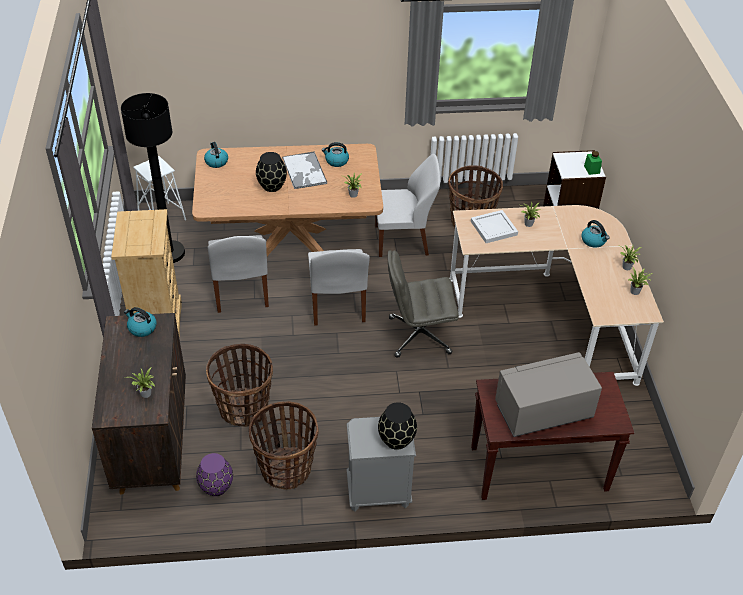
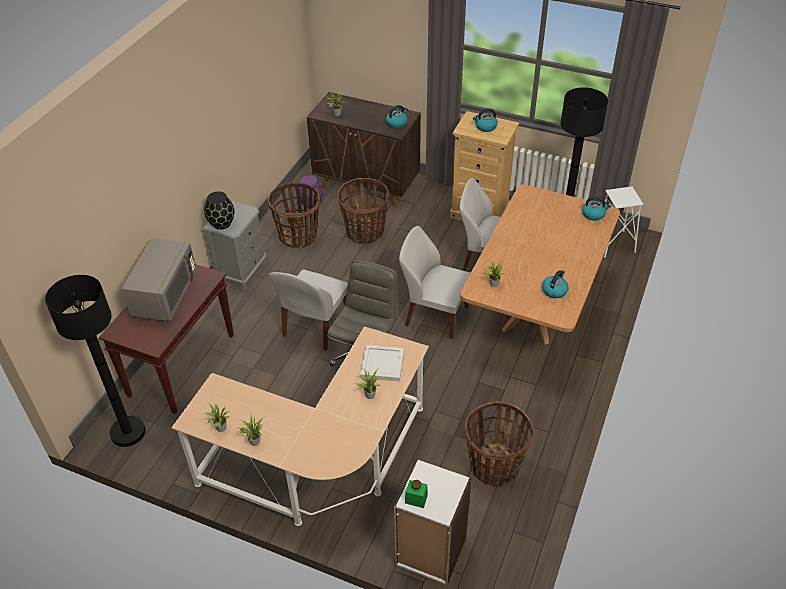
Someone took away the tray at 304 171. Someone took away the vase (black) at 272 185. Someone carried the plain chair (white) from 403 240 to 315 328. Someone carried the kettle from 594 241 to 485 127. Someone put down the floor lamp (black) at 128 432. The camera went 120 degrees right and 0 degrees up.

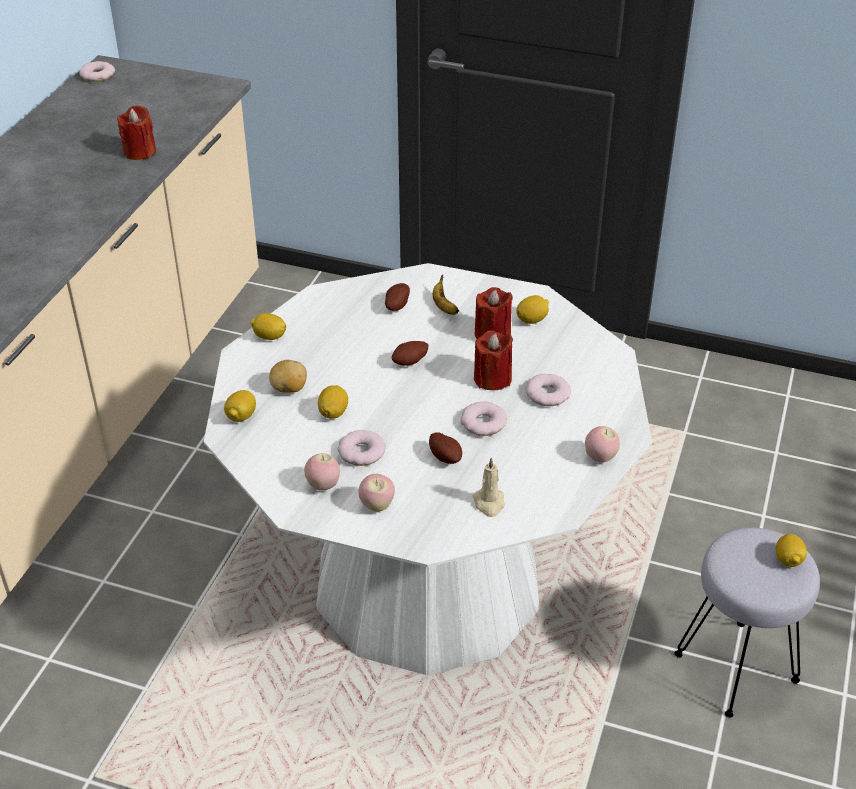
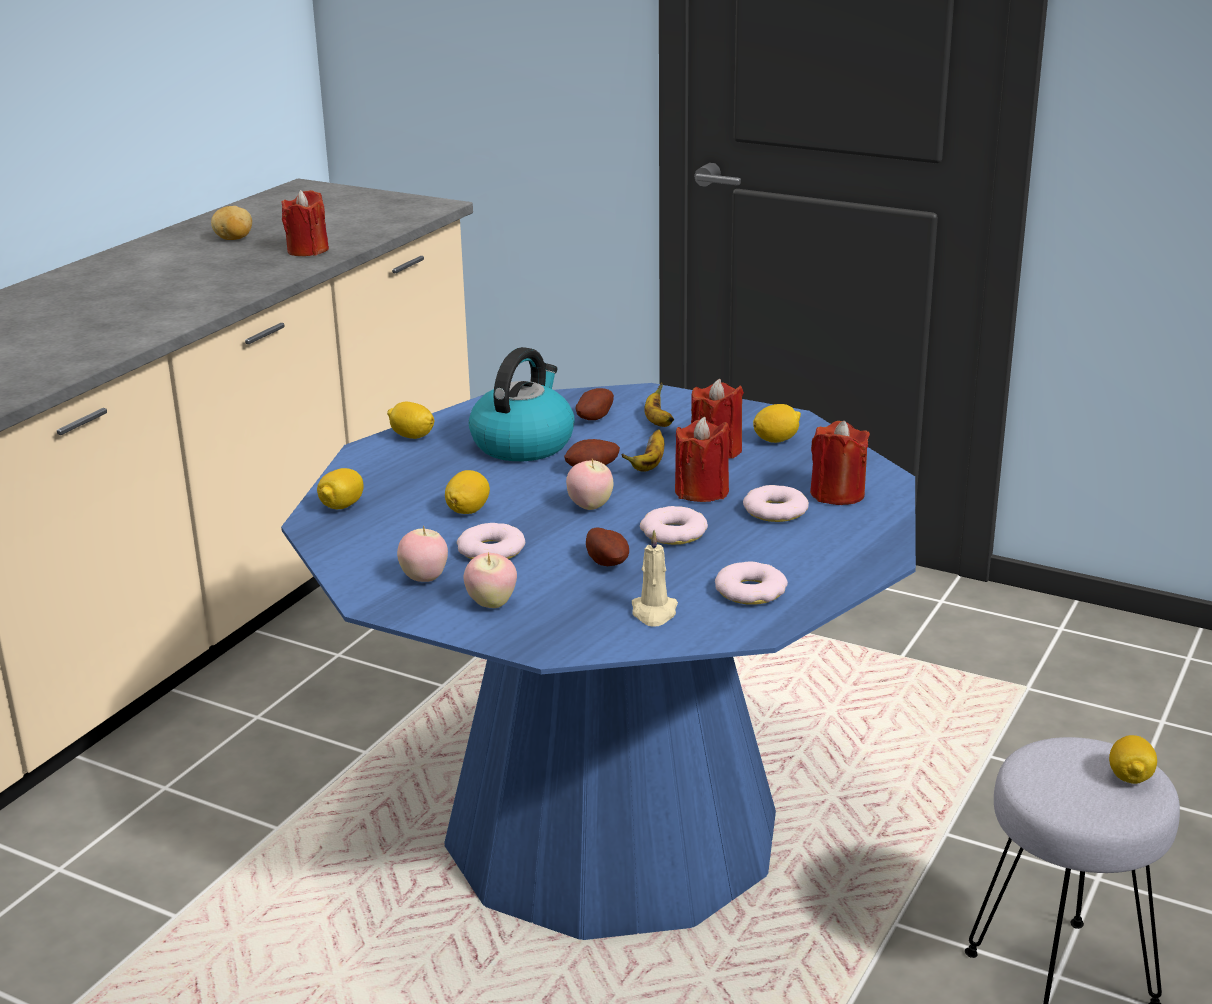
Someone carried the donut from 98 75 to 750 591. Someone repainted the dining table (white) at 427 583, which became the dining table (bluish) at 611 830. Someone carried the spud from 289 389 to 233 239. Someone carried the apple from 600 457 to 590 506. Someone put down the kettle at 523 443. Someone put down the wax candle (red) at 837 494. Someone put down the banana at 649 465. The camera went 10 degrees right and 15 degrees down.

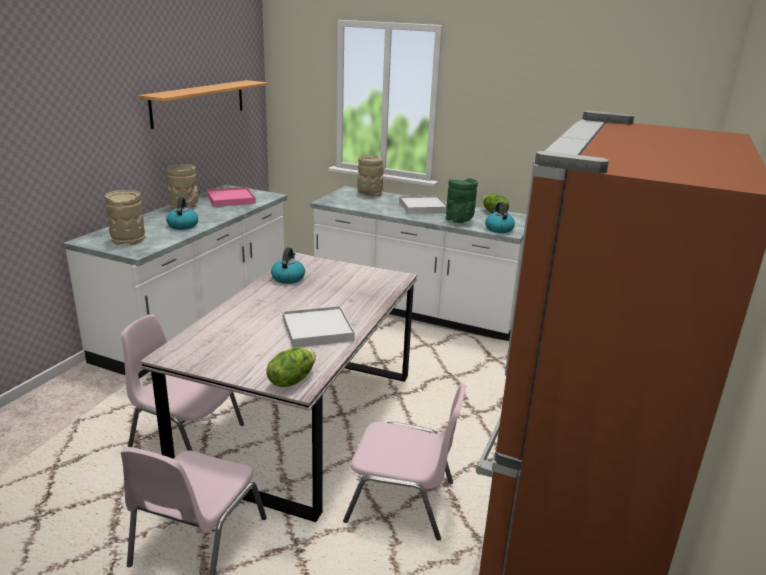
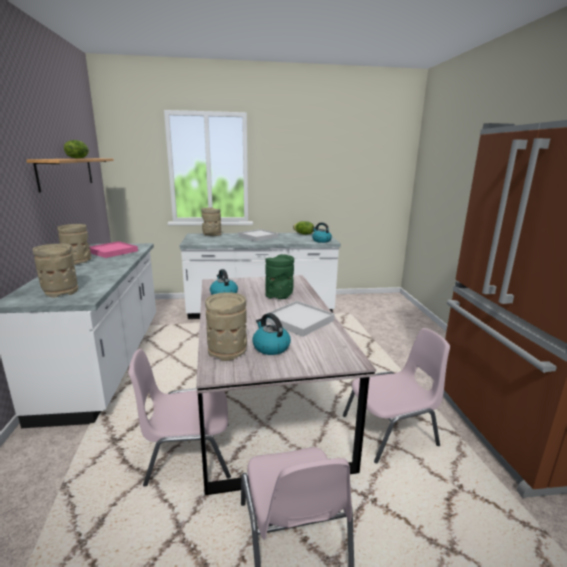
Someone carried the vase (green-coloured) from 459 220 to 279 296. Someone carried the kettle from 183 225 to 270 347. Someone carried the lettuce head from 291 380 to 78 158. Someone put down the vase (beige-coloured) at 228 350. The camera went 30 degrees left and 5 degrees down.

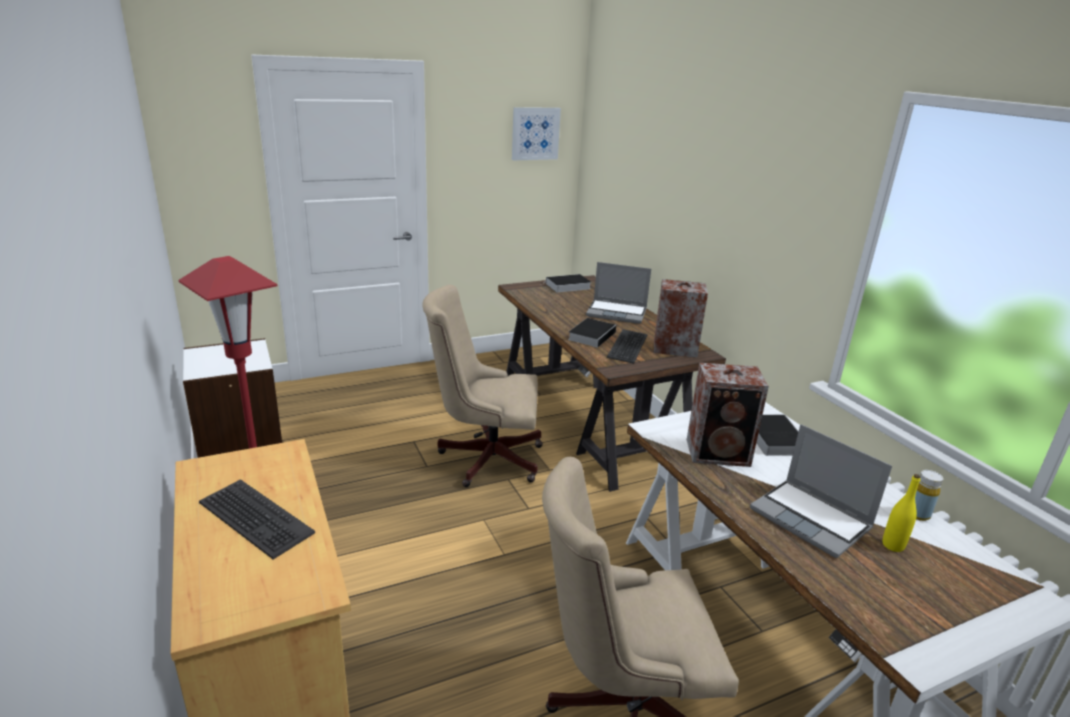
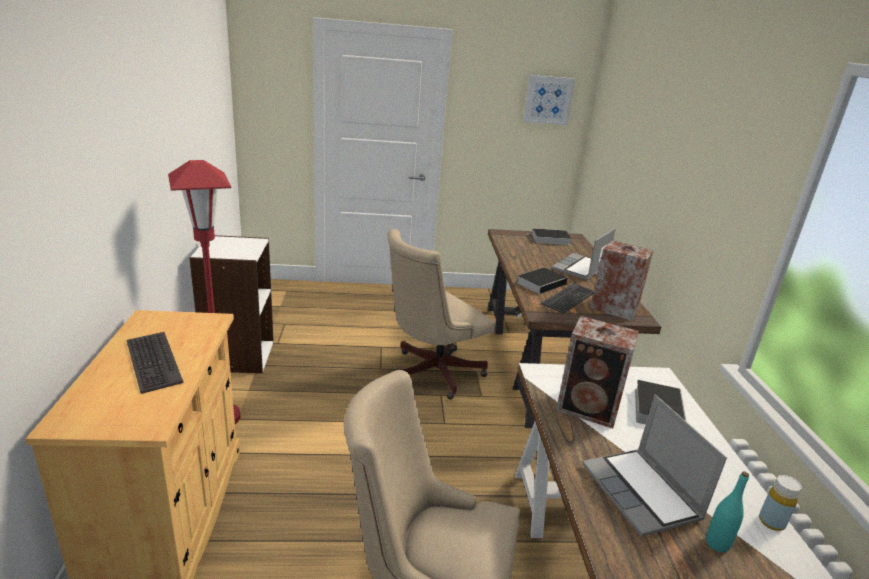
Someone rotated the laptop at 617 313 by 90 degrees clockwise. Someone rotated the computer chair (beige-coloured) at 484 457 by 60 degrees counterclockwise. Someone repainted the drink bottle (yellow-coloured) at 893 545, which became the drink bottle (blue-green) at 717 544. The camera went 20 degrees right and 0 degrees up.

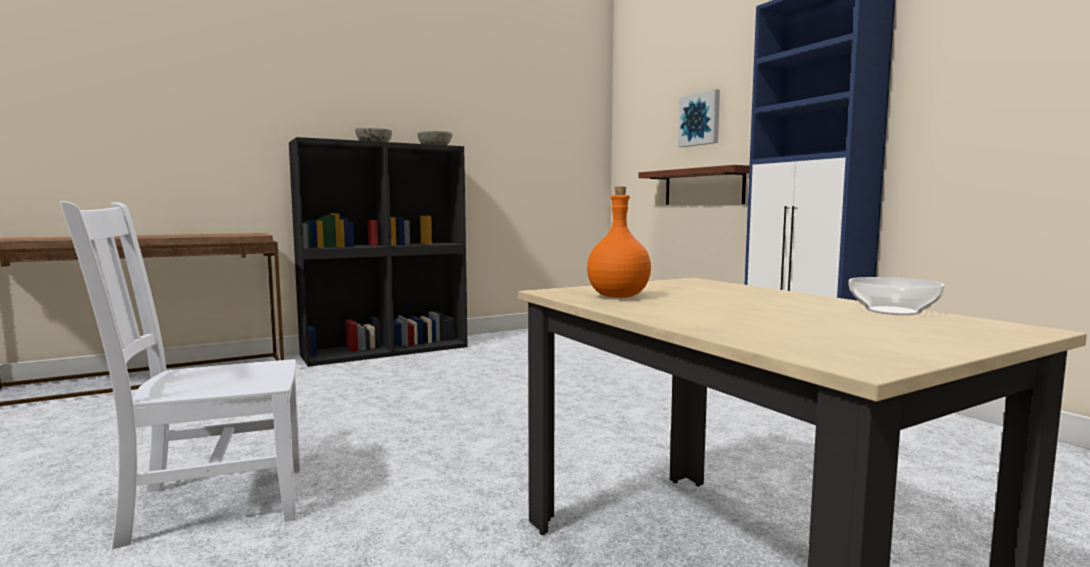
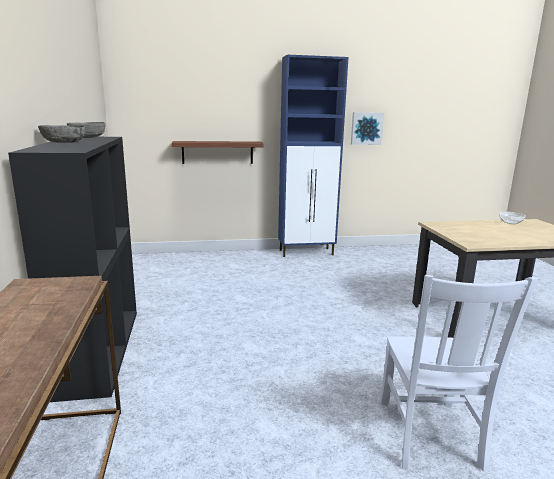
Someone carried the wall art from 700 119 to 366 128. Someone took away the drink bottle (orangey) at 619 296. The camera went 70 degrees left and 10 degrees up.

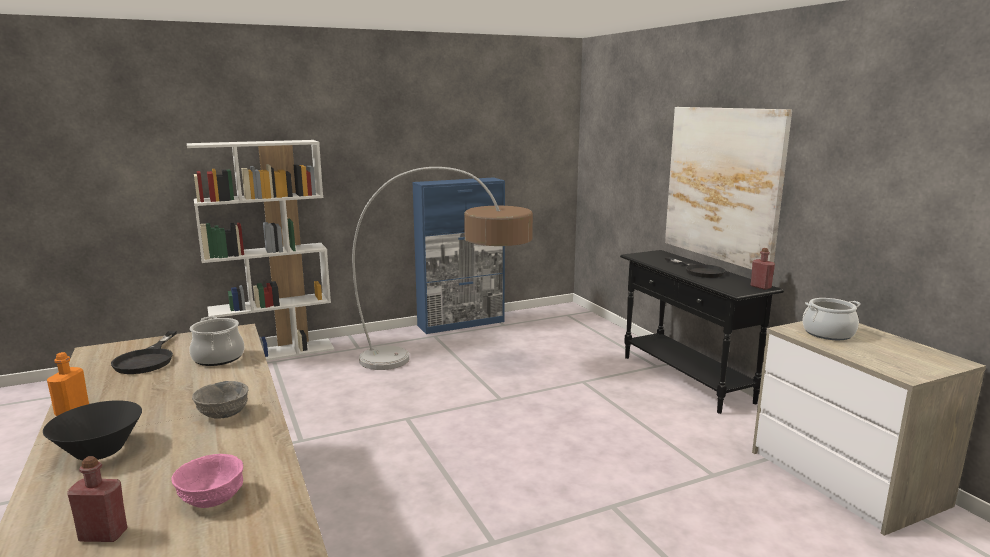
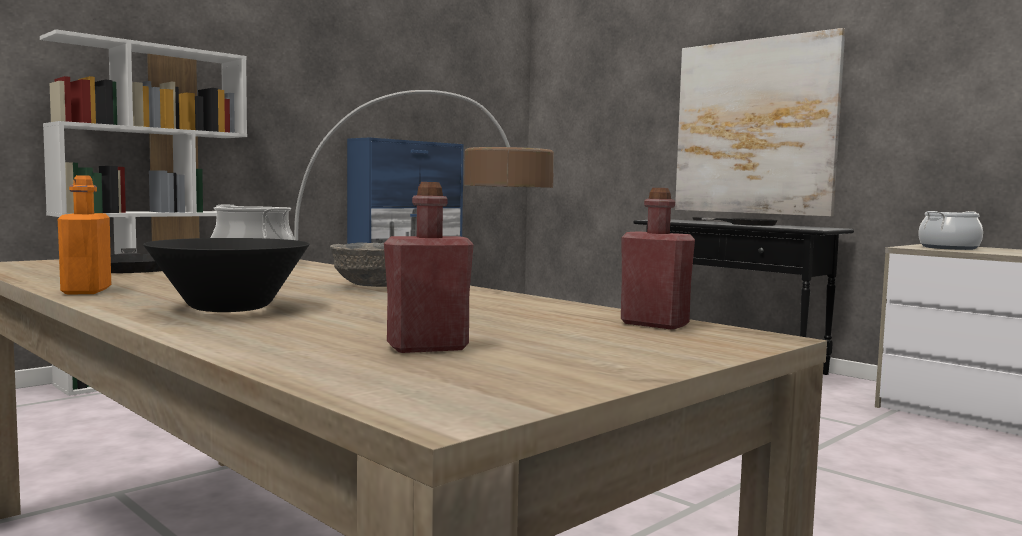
Someone carried the drink bottle (red) from 760 287 to 654 324. Someone took away the serving bowl (pink) at 213 498. The camera went 20 degrees left and 10 degrees down.

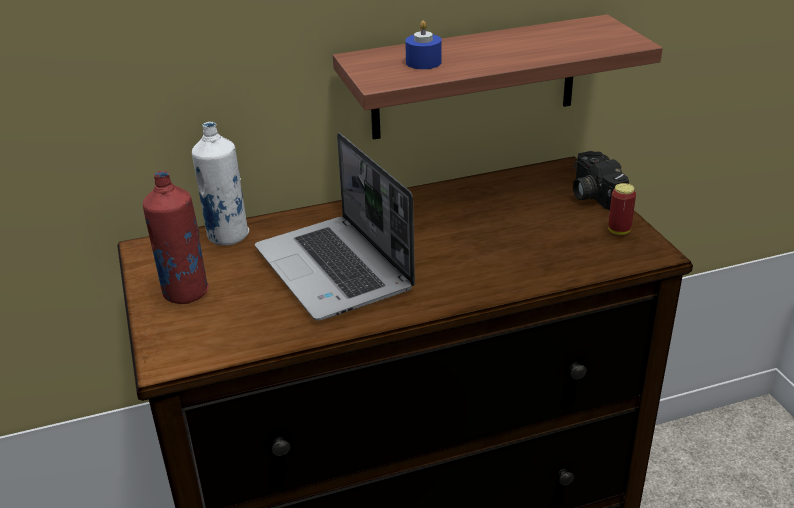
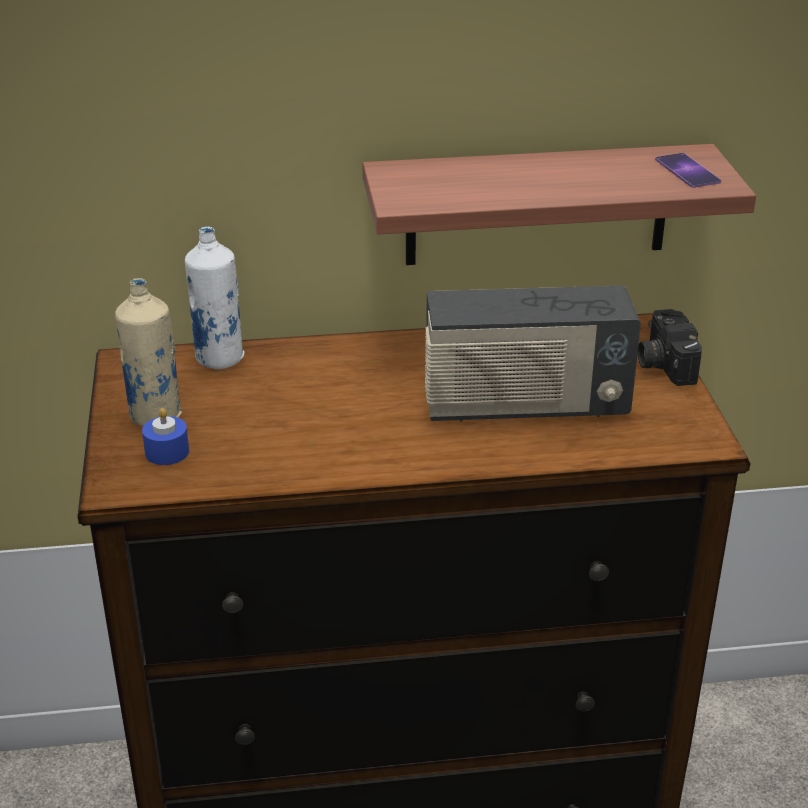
Someone carried the wax candle (bluish) from 423 62 to 167 452. Someone took away the laptop at 336 270. Someone repainted the drink bottle (red) at 185 292, which became the drink bottle (beige-coloured) at 155 416. Someone took away the metal can at 619 231. Someone put down the phone at 687 171. Someone put down the radio receiver at 524 406. The camera went 10 degrees right and 0 degrees up.

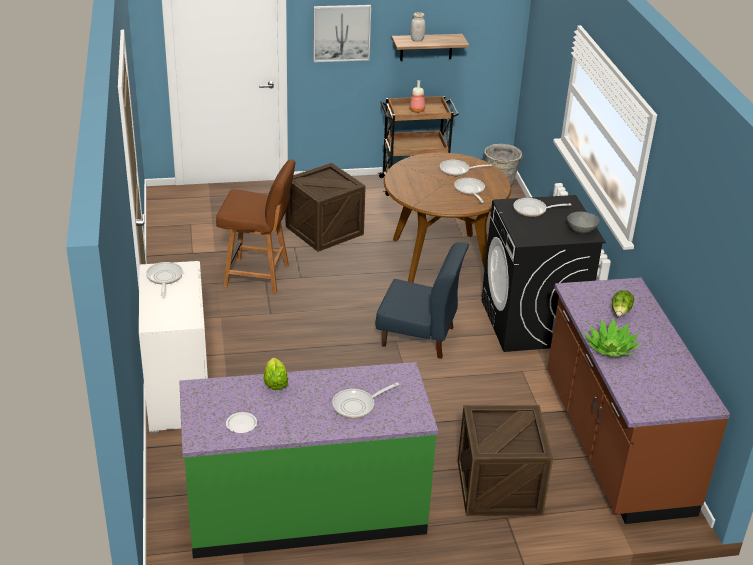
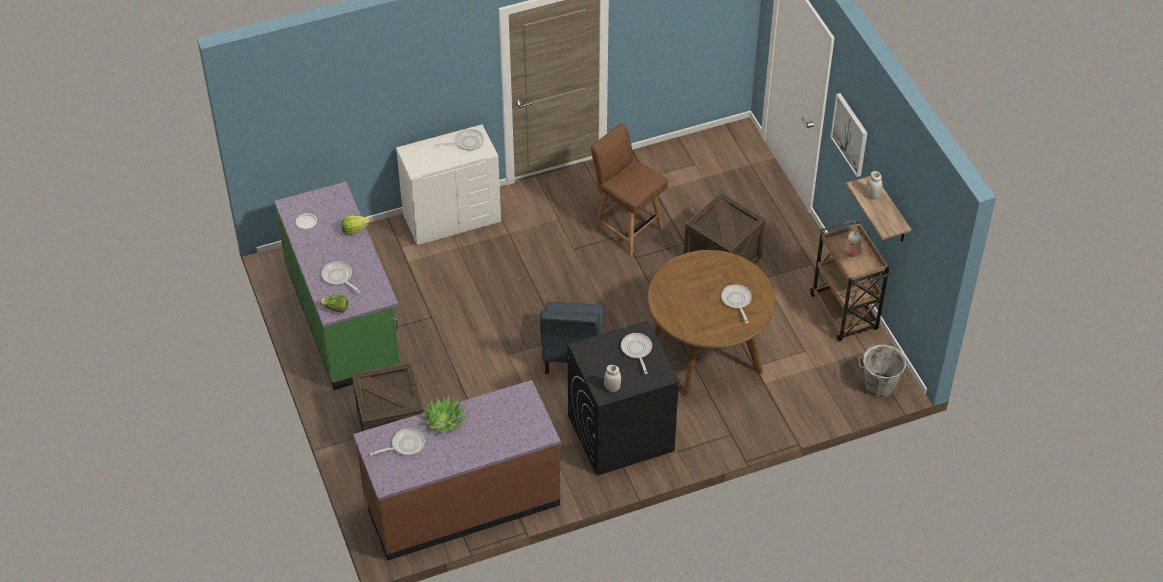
Someone rotated the plain chair (brown) at 258 276 by 135 degrees clockwise. Someone carried the pan from 470 190 to 405 445. Someone swapped the serving bowl (greyish) at 581 230 for the preserve jar (white) at 612 388. Someone carried the lettuce head from 621 312 to 335 308. The camera went 80 degrees right and 15 degrees up.

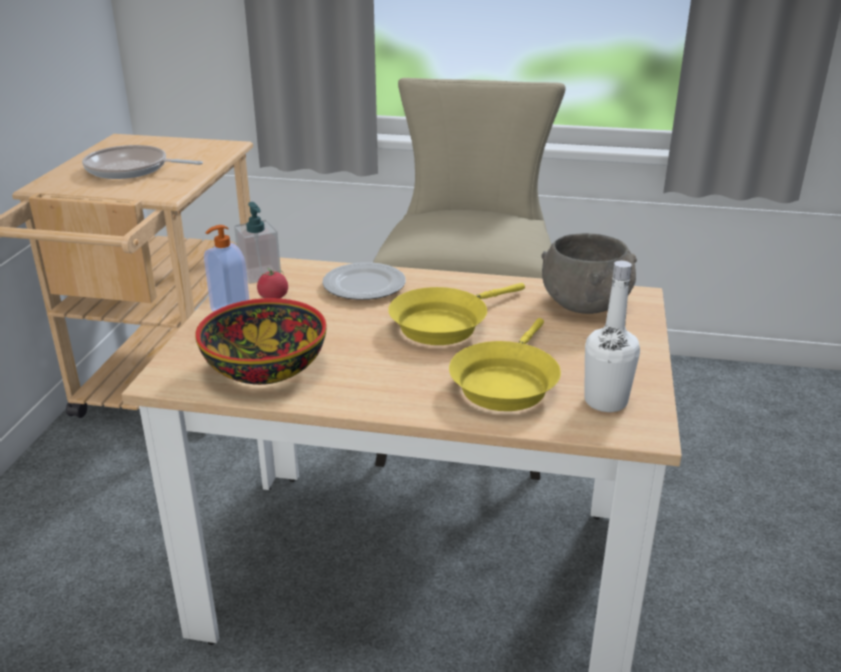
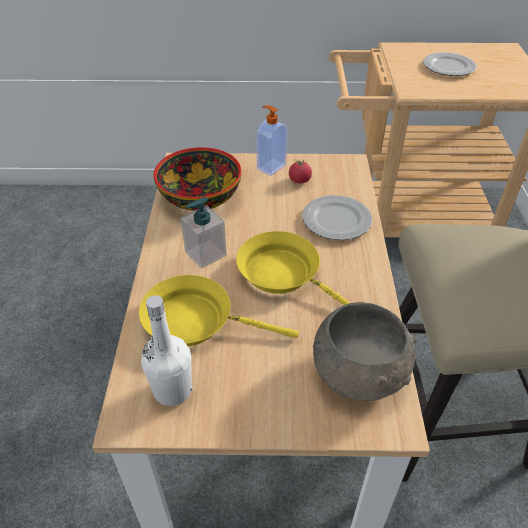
Someone swapped the pan at 131 169 for the dinner plate at 448 67. Someone carried the soap dispenser from 260 274 to 205 254. The camera went 80 degrees right and 15 degrees up.

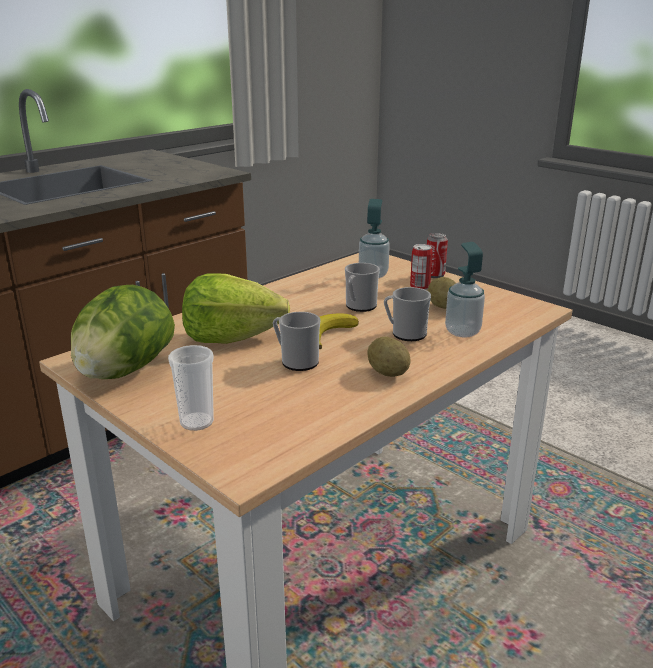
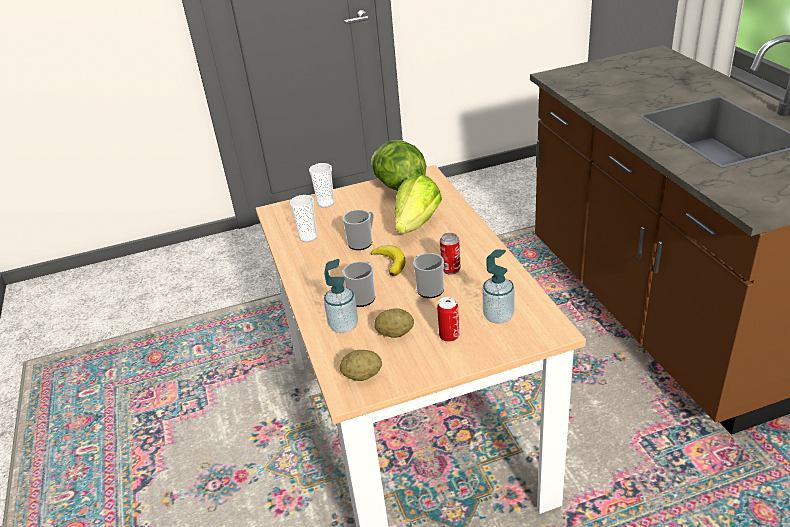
Someone carried the metal can from 434 275 to 451 269. Someone carried the spud from 388 373 to 362 376. Someone put down the small cup at 308 237. The camera went 120 degrees right and 10 degrees up.

